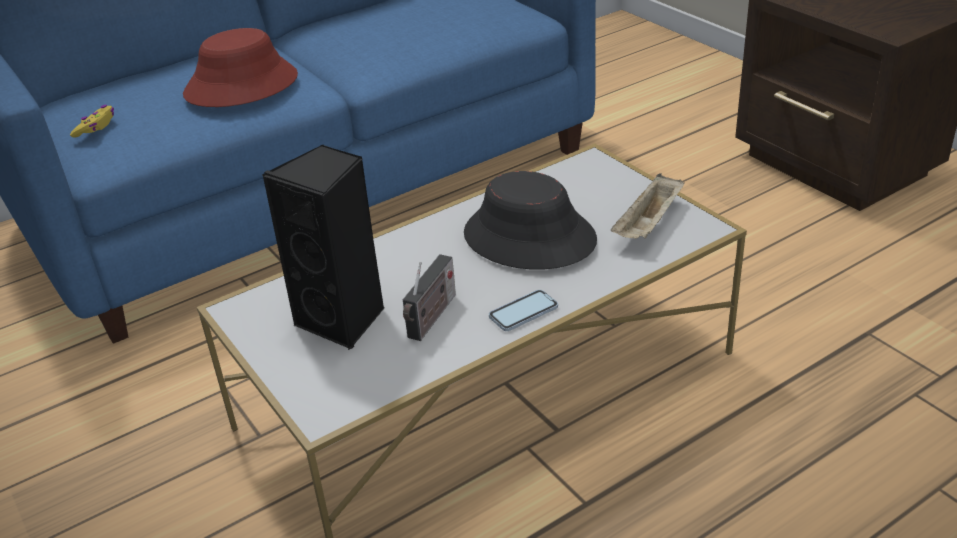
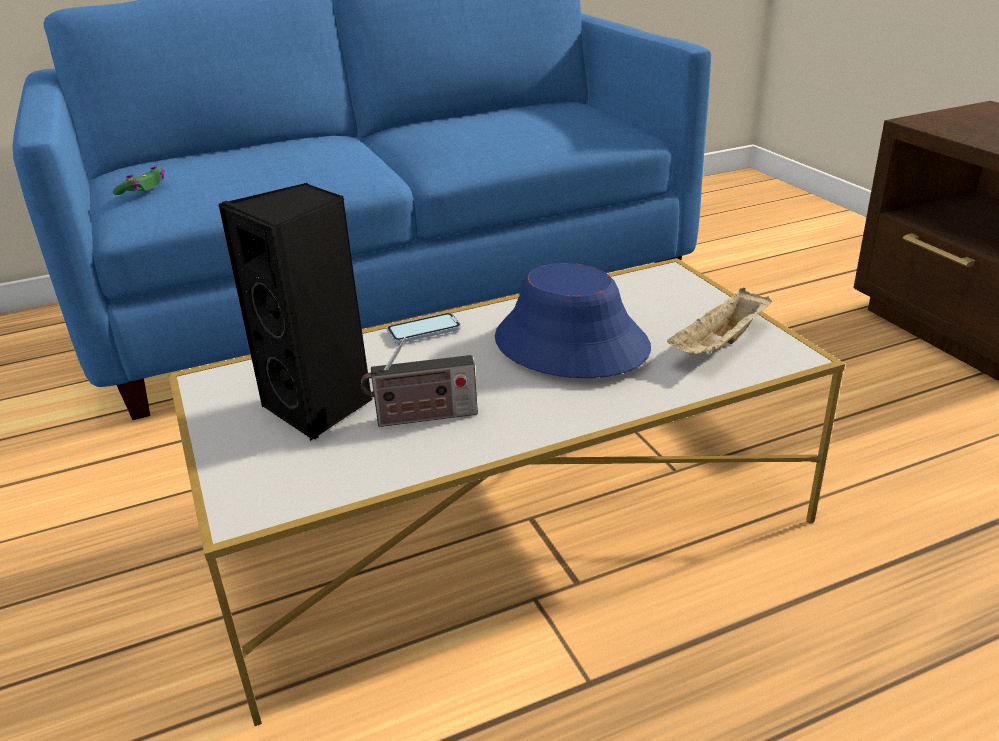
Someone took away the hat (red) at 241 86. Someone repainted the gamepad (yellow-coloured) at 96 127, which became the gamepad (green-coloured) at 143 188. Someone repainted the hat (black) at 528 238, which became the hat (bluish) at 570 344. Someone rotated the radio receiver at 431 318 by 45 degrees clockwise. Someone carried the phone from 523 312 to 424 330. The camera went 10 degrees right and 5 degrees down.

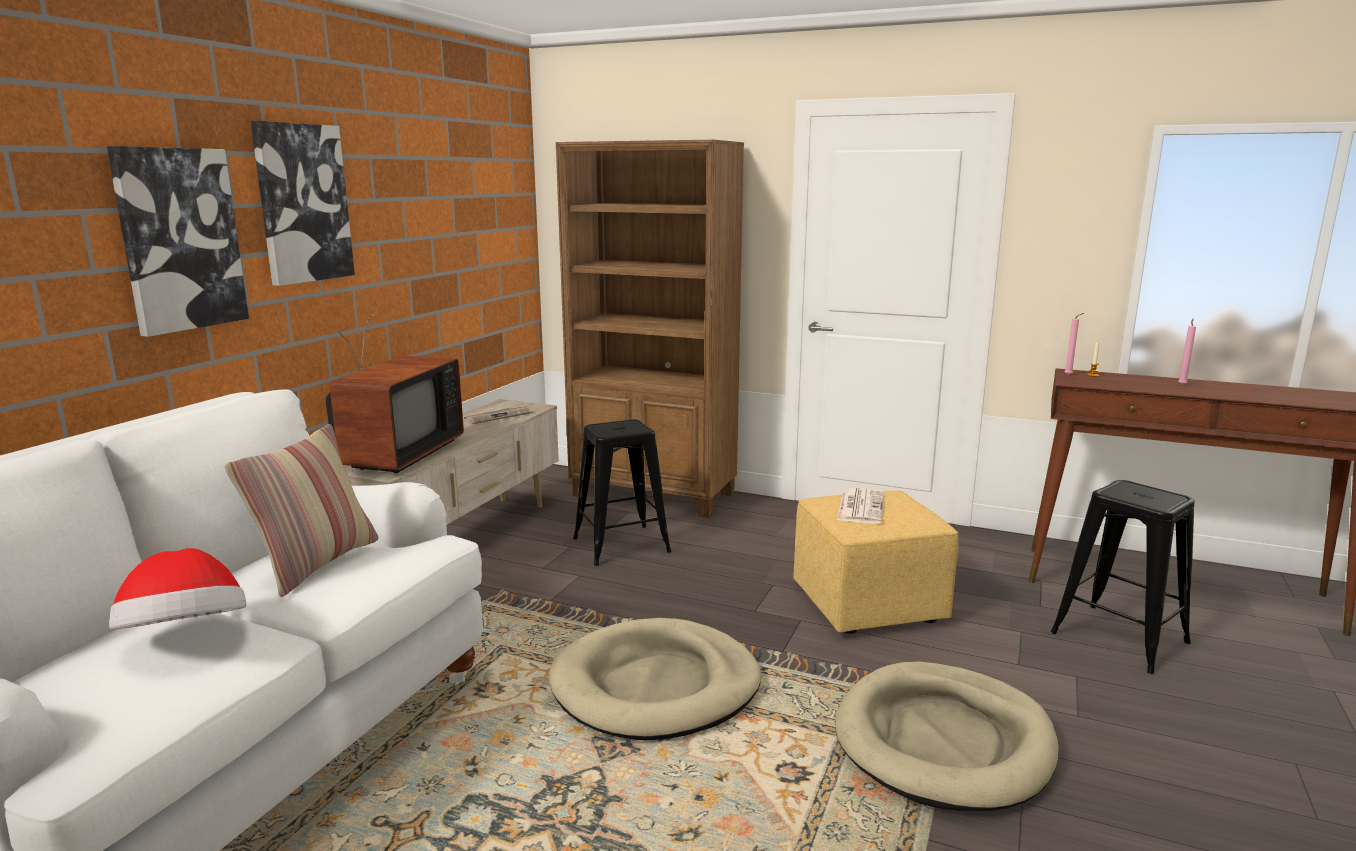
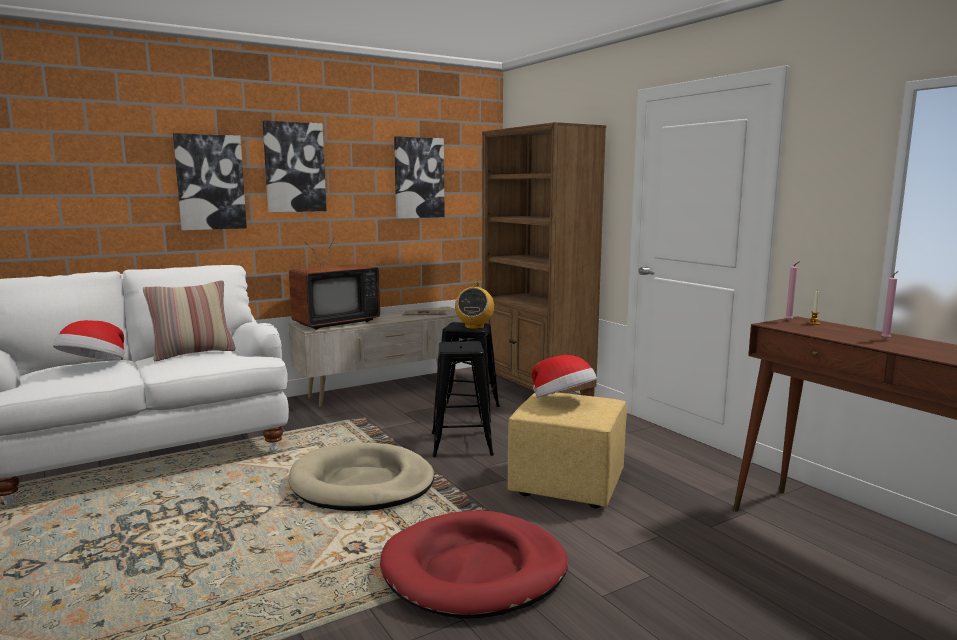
Someone carried the stool (black) from 1119 638 to 461 444. Someone swapped the newspaper at 860 507 for the hat at 562 401. Someone repainted the pet bed (beige-coloured) at 944 741, which became the pet bed (red) at 474 570. Someone put up the wall art at 418 178. Someone put down the radio receiver at 474 327. The camera went 35 degrees right and 5 degrees down.

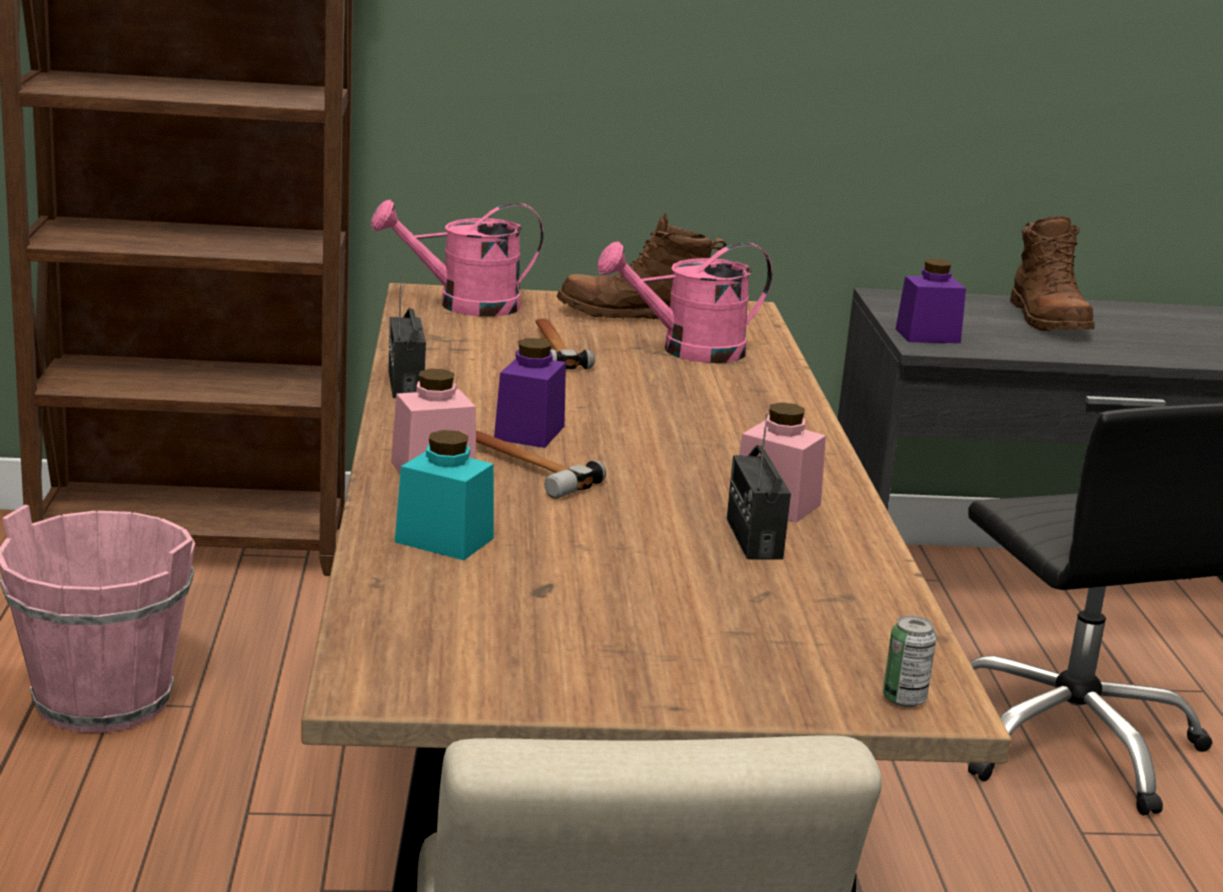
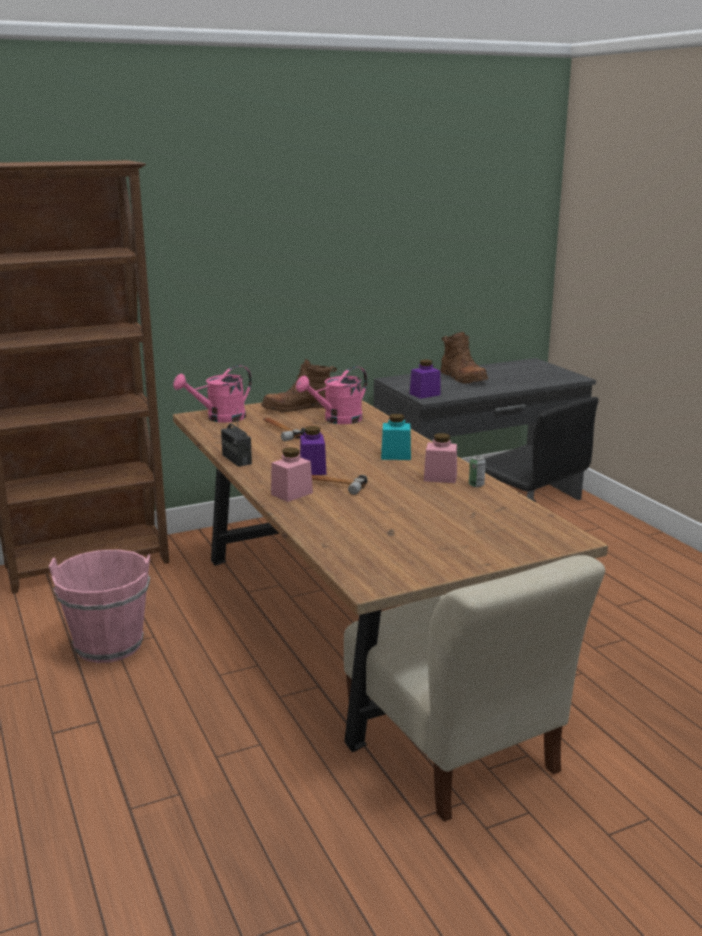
Someone took away the radio receiver at 753 538. Someone carried the preserve jar (blue-green) from 444 540 to 396 455. Someone carried the metal can from 904 699 to 476 485. The camera went 20 degrees left and 0 degrees up.

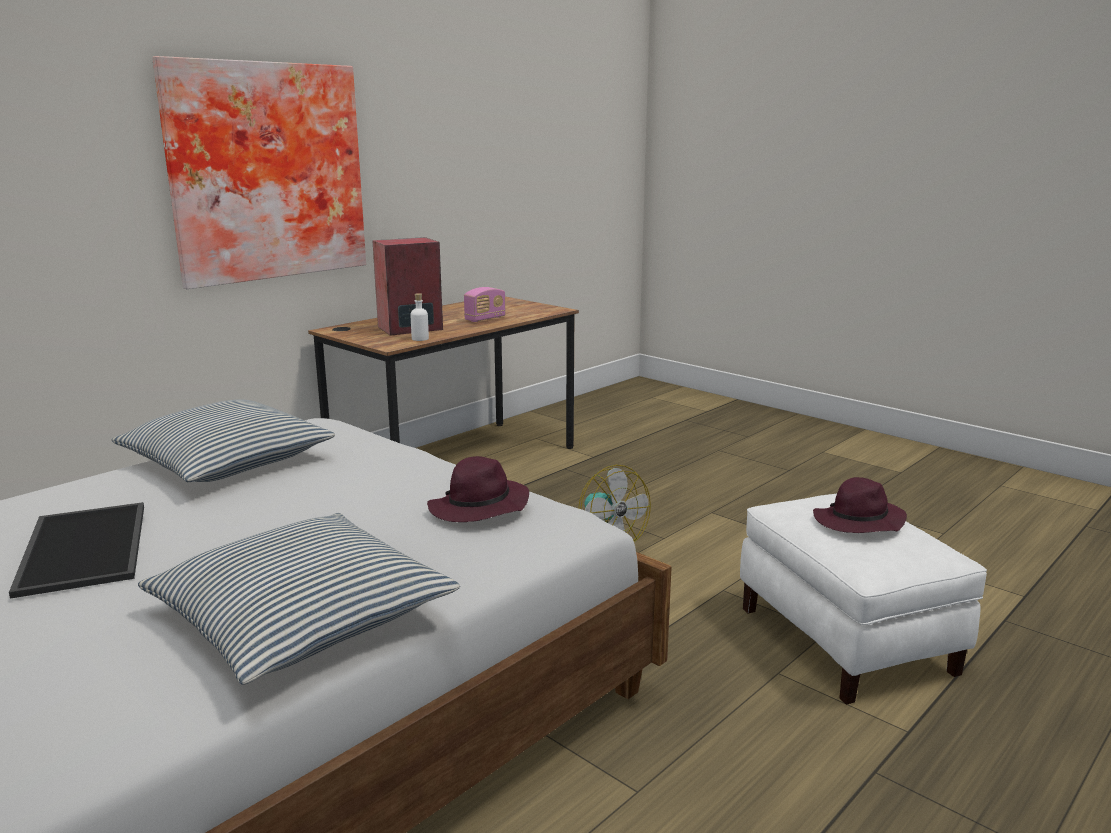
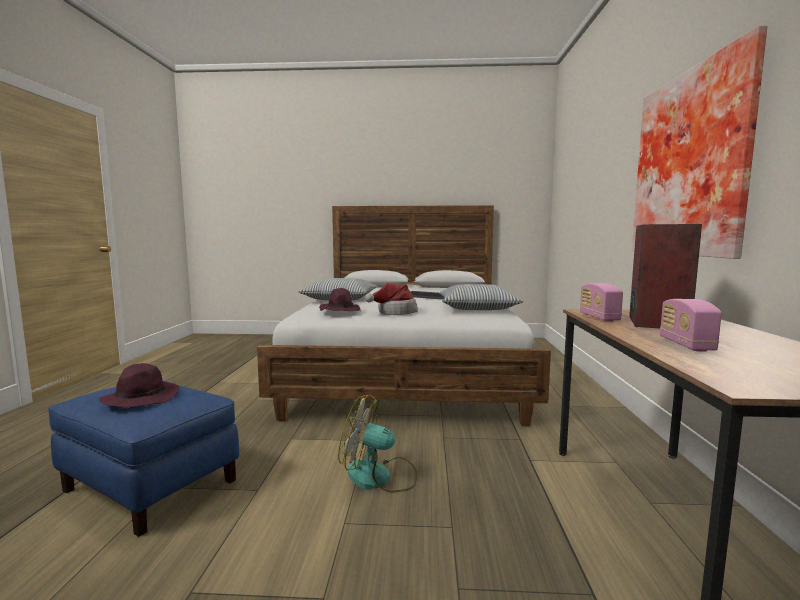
Someone swapped the drink bottle (white) at 420 339 for the radio receiver at 599 317. Someone repainted the ottoman (white) at 847 640, which became the ottoman (bluish) at 149 486. Someone put down the hat at 394 312. The camera went 140 degrees right and 10 degrees down.

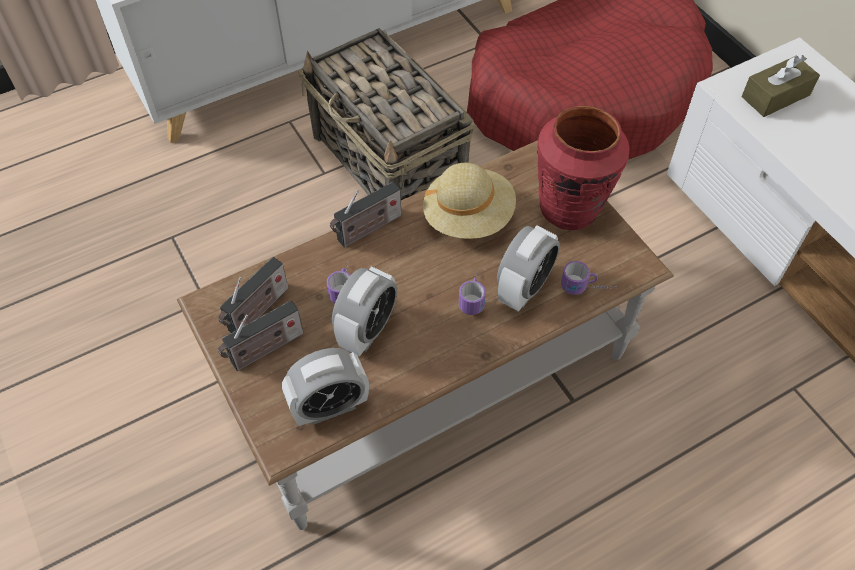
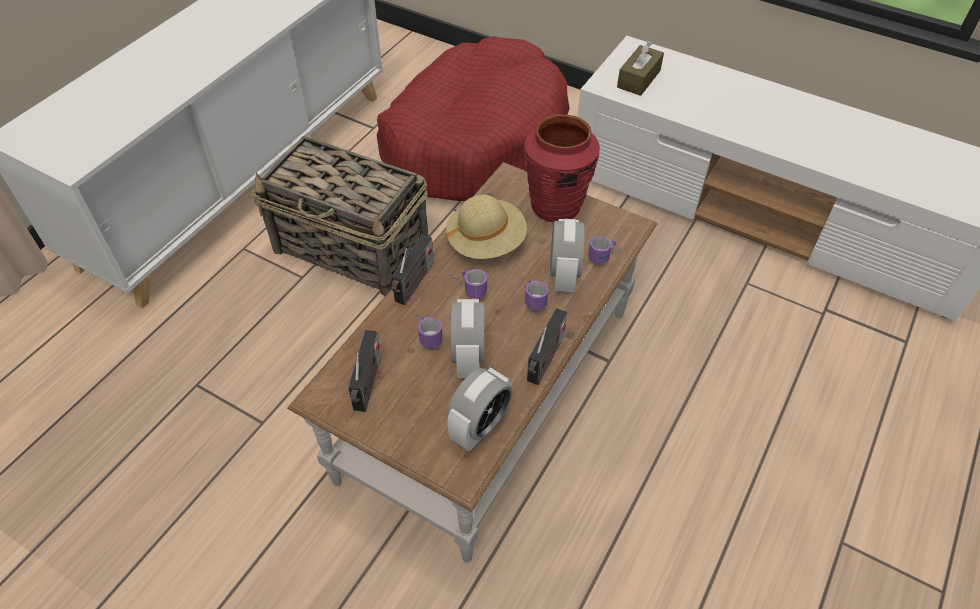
Someone carried the radio receiver from 264 350 to 545 361. Someone put down the coffee mug at 466 287. The camera went 30 degrees left and 5 degrees down.

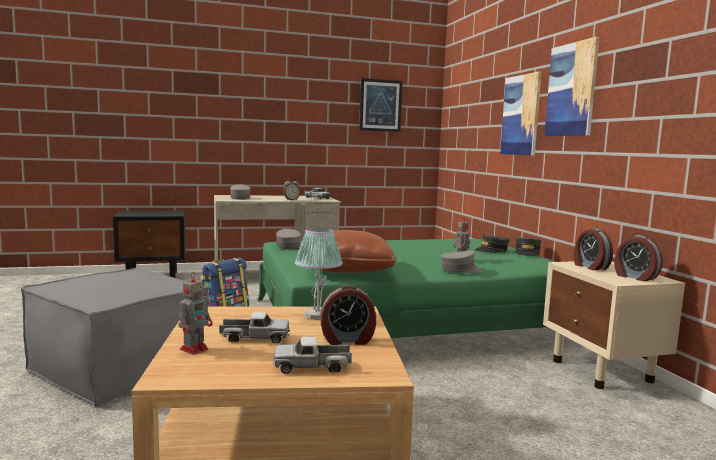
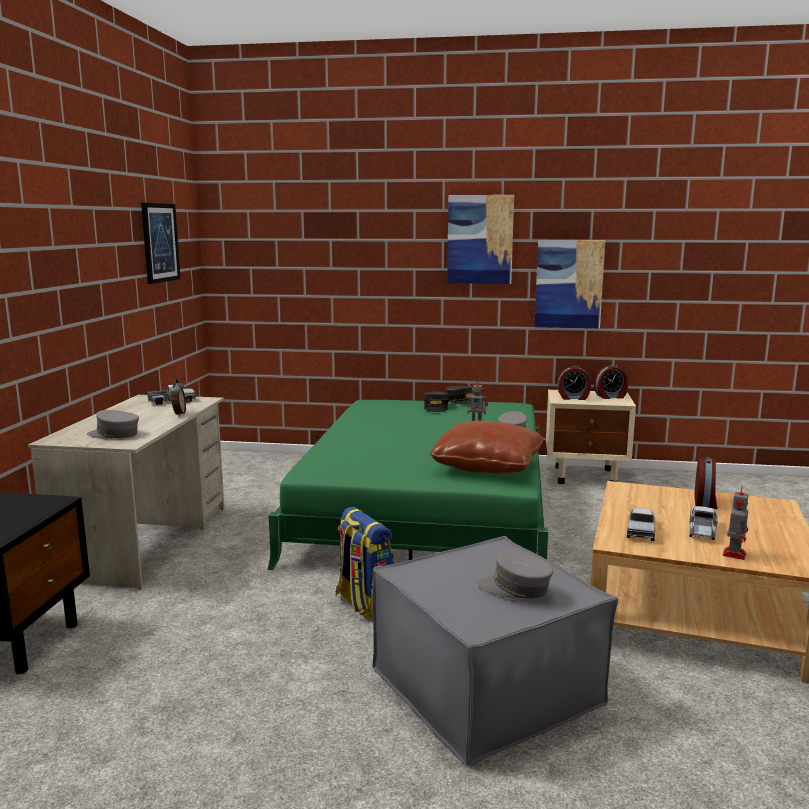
Someone carried the wall art from 521 115 to 569 284. Someone took away the tabletop lamp at 317 315. Someone carried the baseball cap (greyish) from 288 246 to 515 588. Someone rotated the model robot at 195 349 by 60 degrees clockwise. Someone carried the model truck from 312 366 to 640 530. The camera went 65 degrees left and 5 degrees up.

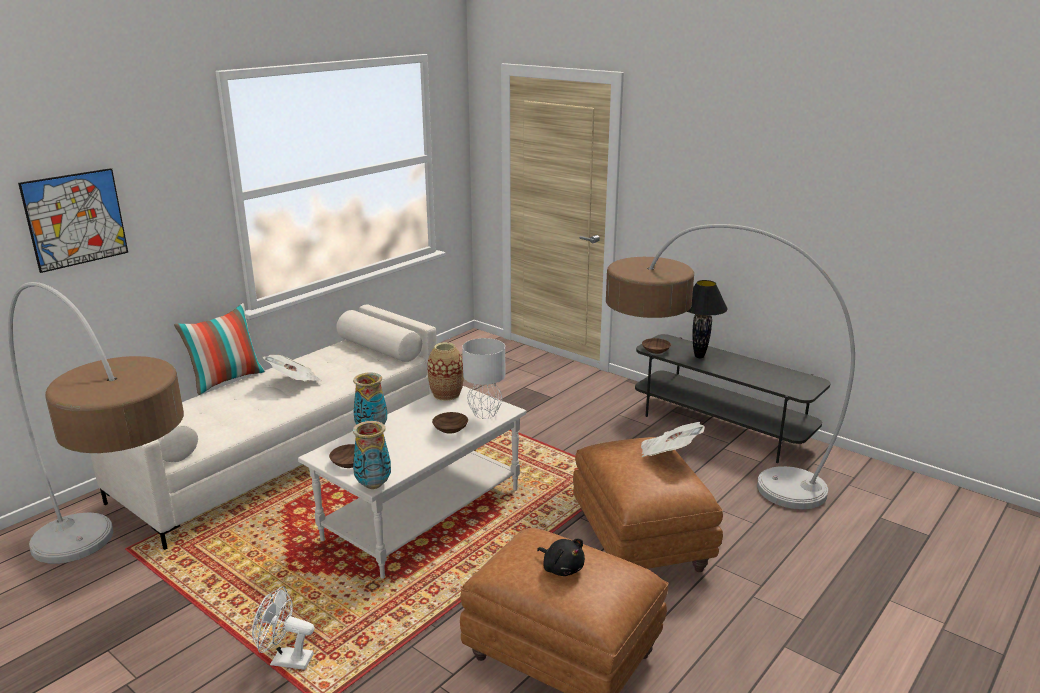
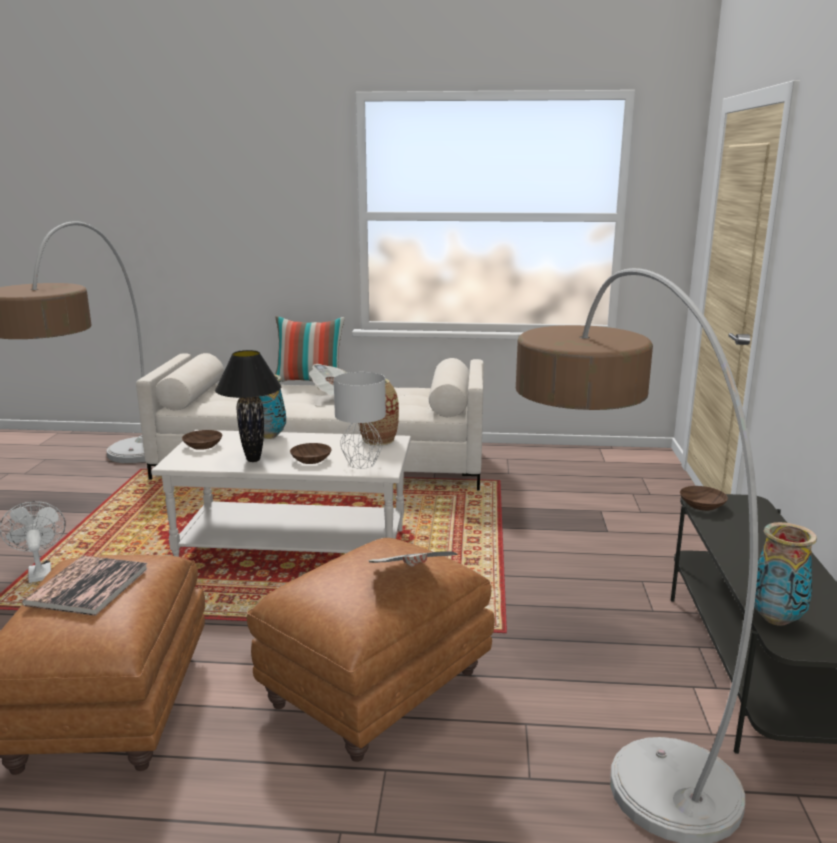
Someone took away the wall art at 75 219. Someone carried the tabletop lamp (black) from 699 356 to 254 460. Someone carried the vase from 374 485 to 776 619. Someone swapped the soft toy (black) at 562 568 for the bound book at 88 586. The camera went 55 degrees right and 5 degrees down.

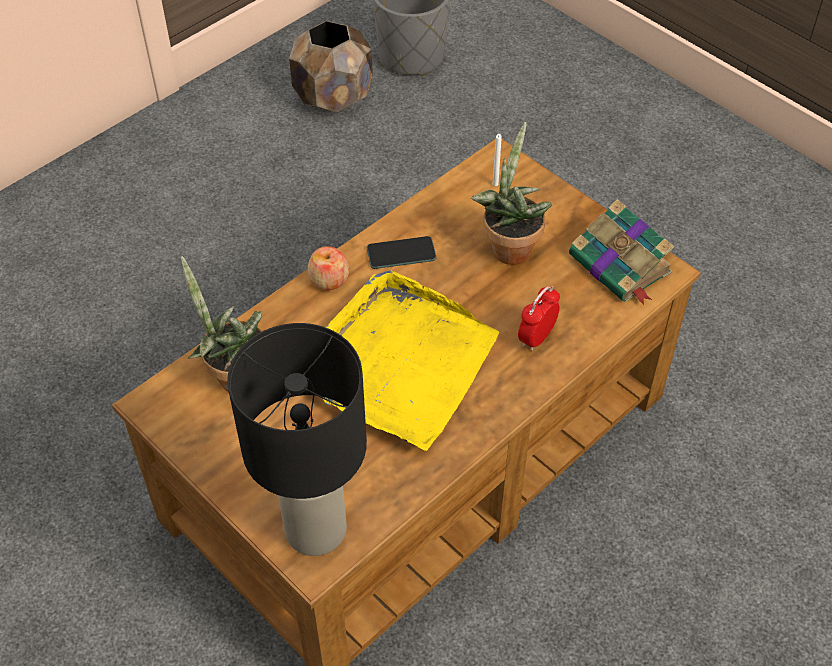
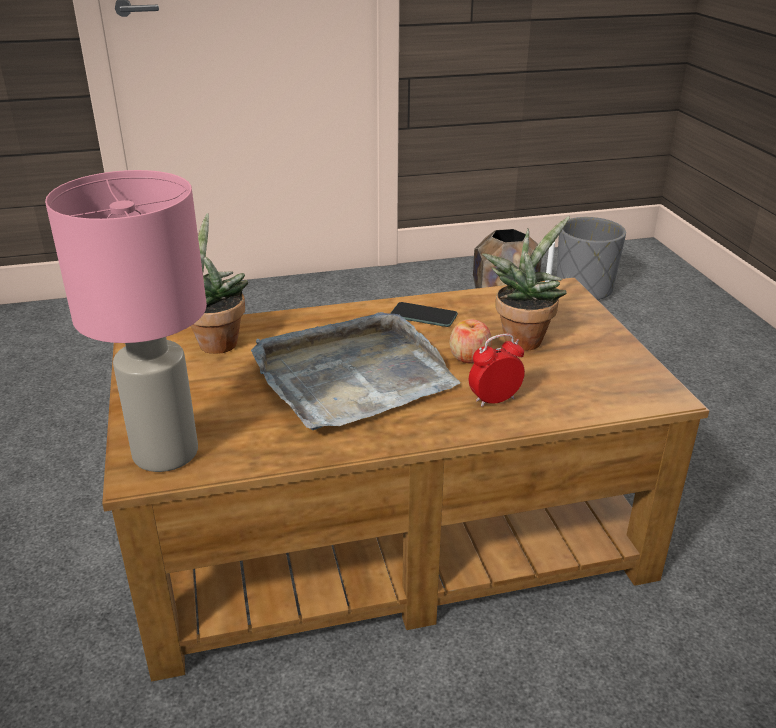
Someone took away the bound book at 621 266. Someone carried the apple from 329 280 to 469 356. Someone repainted the tray (yellow-coloured) at 398 364, which became the tray (greyish) at 351 376. Someone repainted the tabletop lamp (black) at 315 528, which became the tabletop lamp (pink) at 166 452. The camera went 30 degrees right and 20 degrees down.

